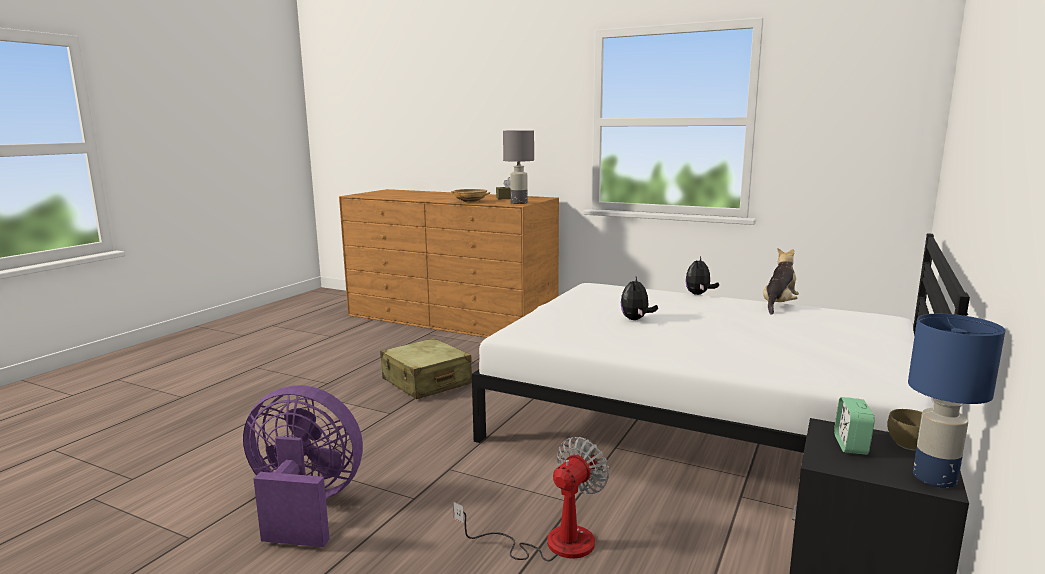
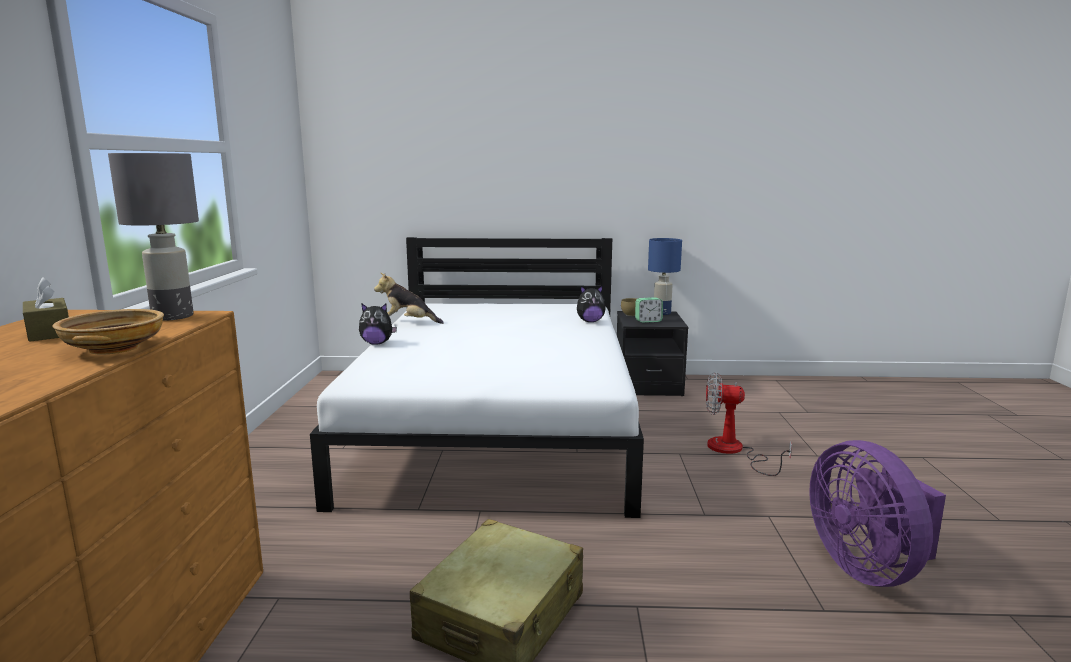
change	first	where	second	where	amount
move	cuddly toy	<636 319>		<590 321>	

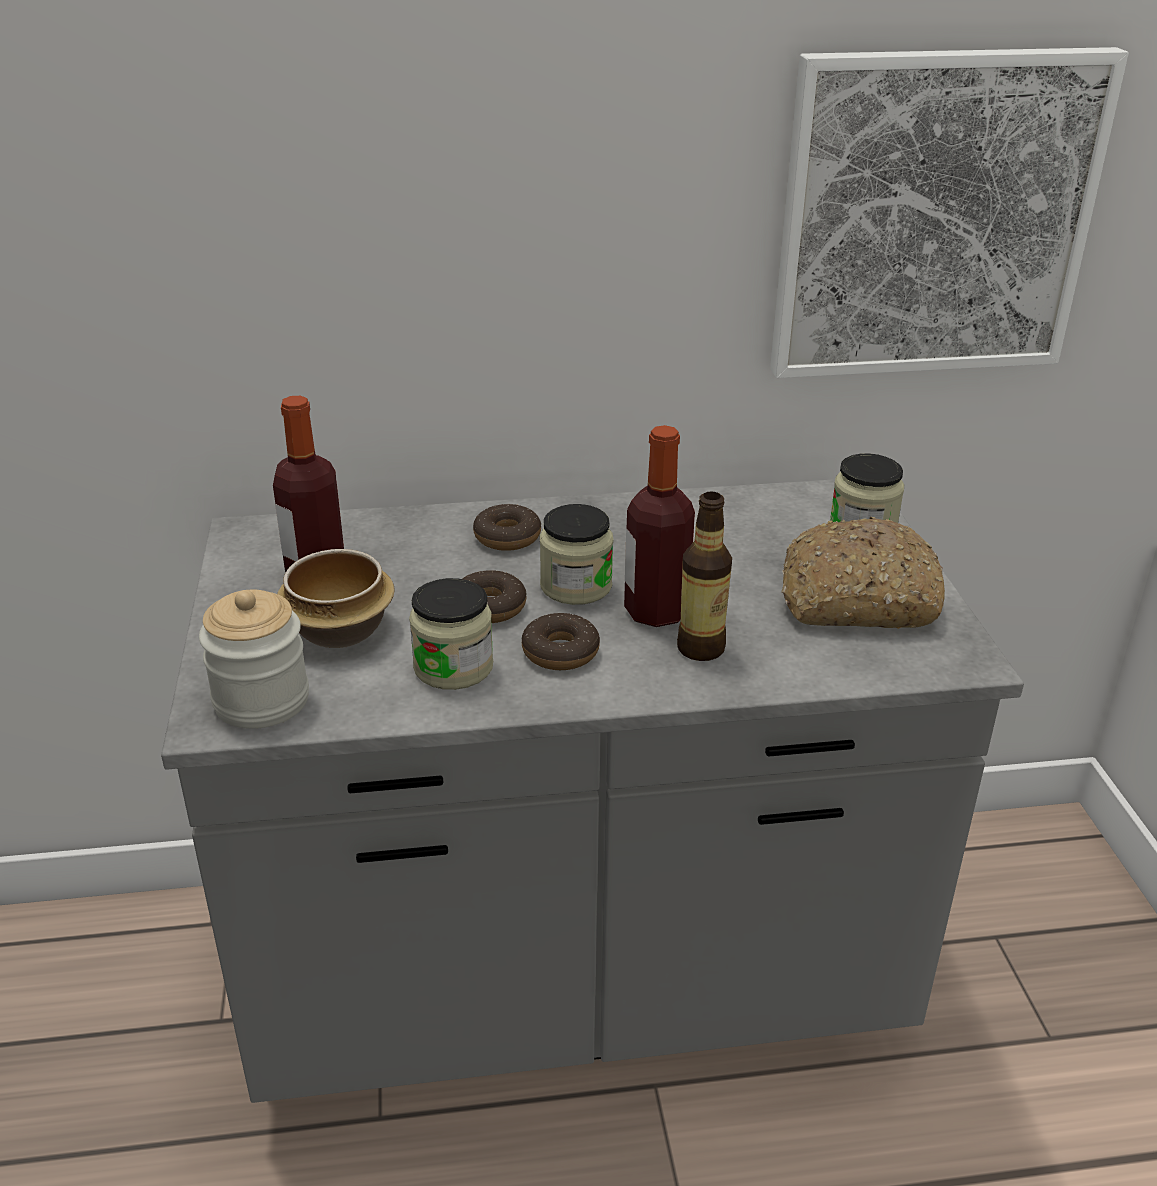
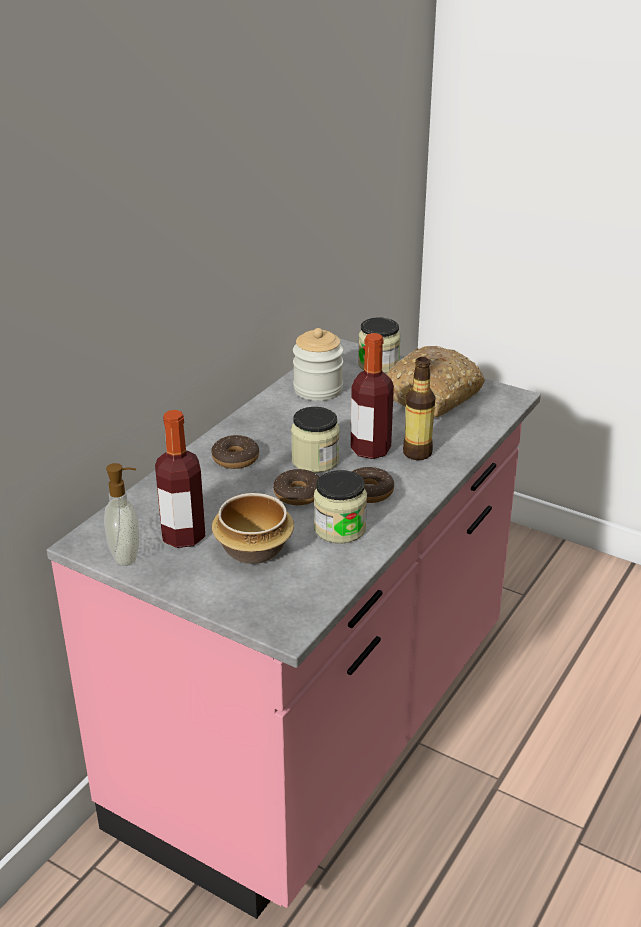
change	first	where	second	where	amount
delete	wall picture	<934 216>			
insert			liquid soap bottle	<127 555>	
move	preserve jar	<261 701>		<318 389>	
recolor	counter (grey)	<575 980>	counter (pink)	<320 731>	

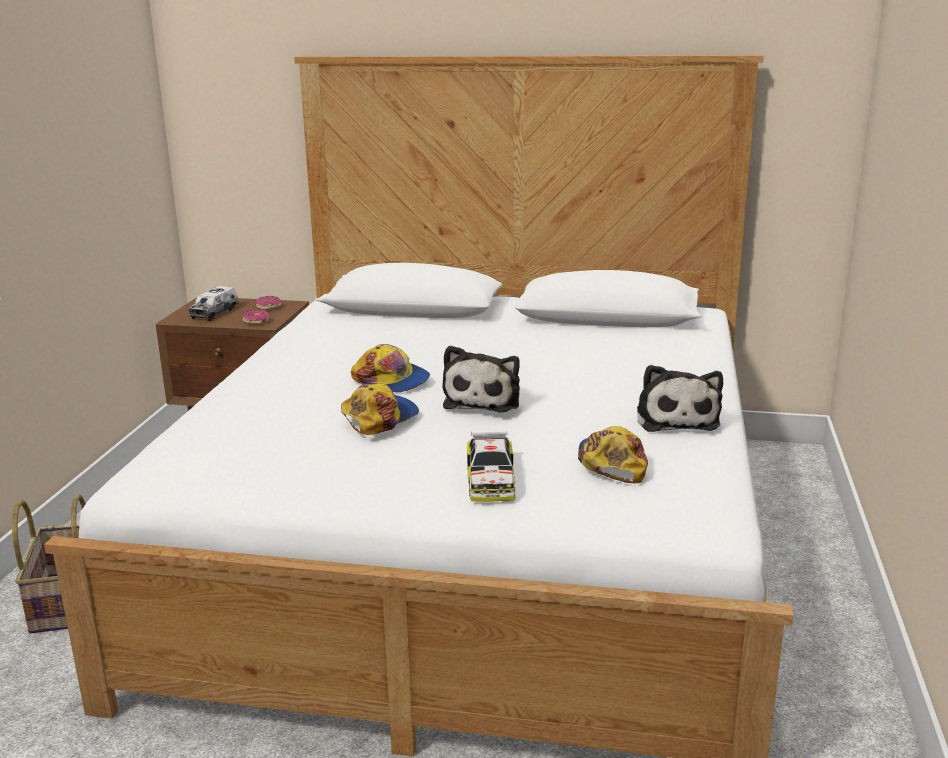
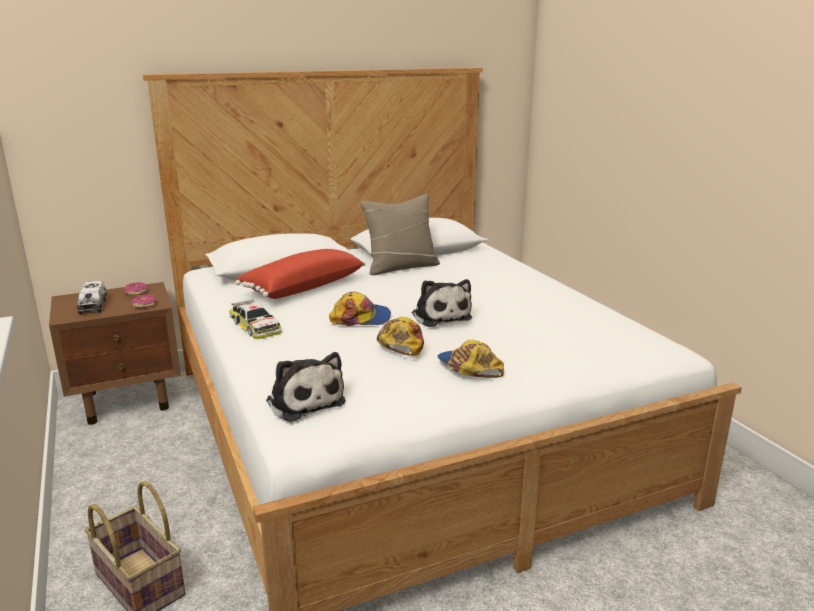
change	first	where	second	where	amount
insert			cushion (reddish)	<302 287>	
insert			cushion (sand-coloured)	<401 267>	
move	toy car	<491 478>		<256 326>	
move	peaked cap	<611 463>		<469 368>	
move	cuddly toy	<676 418>		<304 401>	

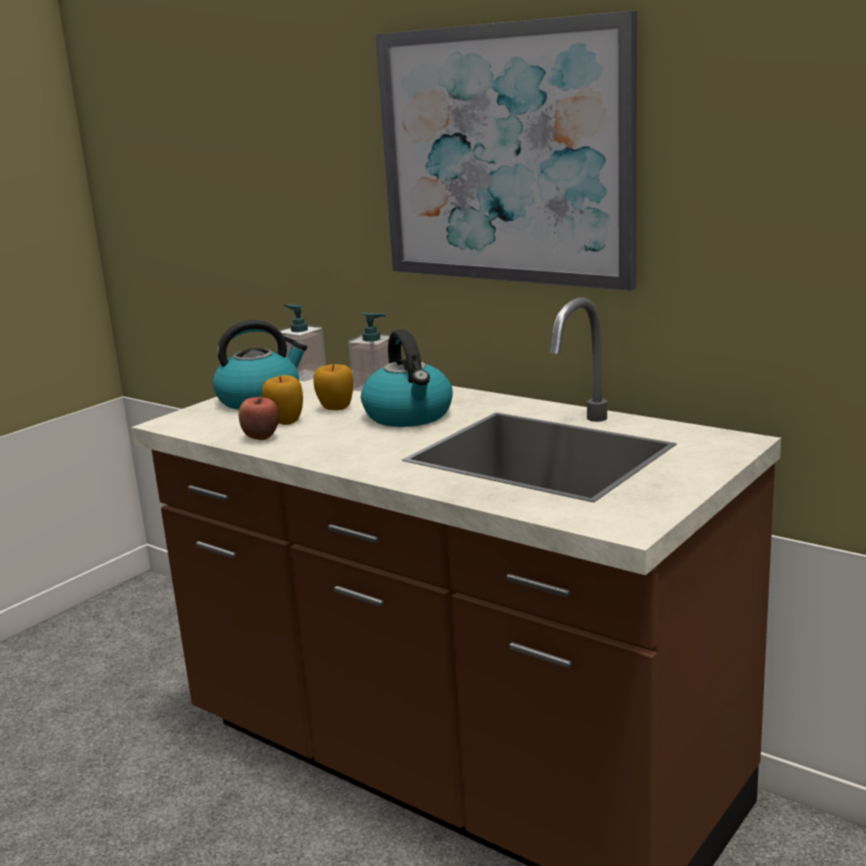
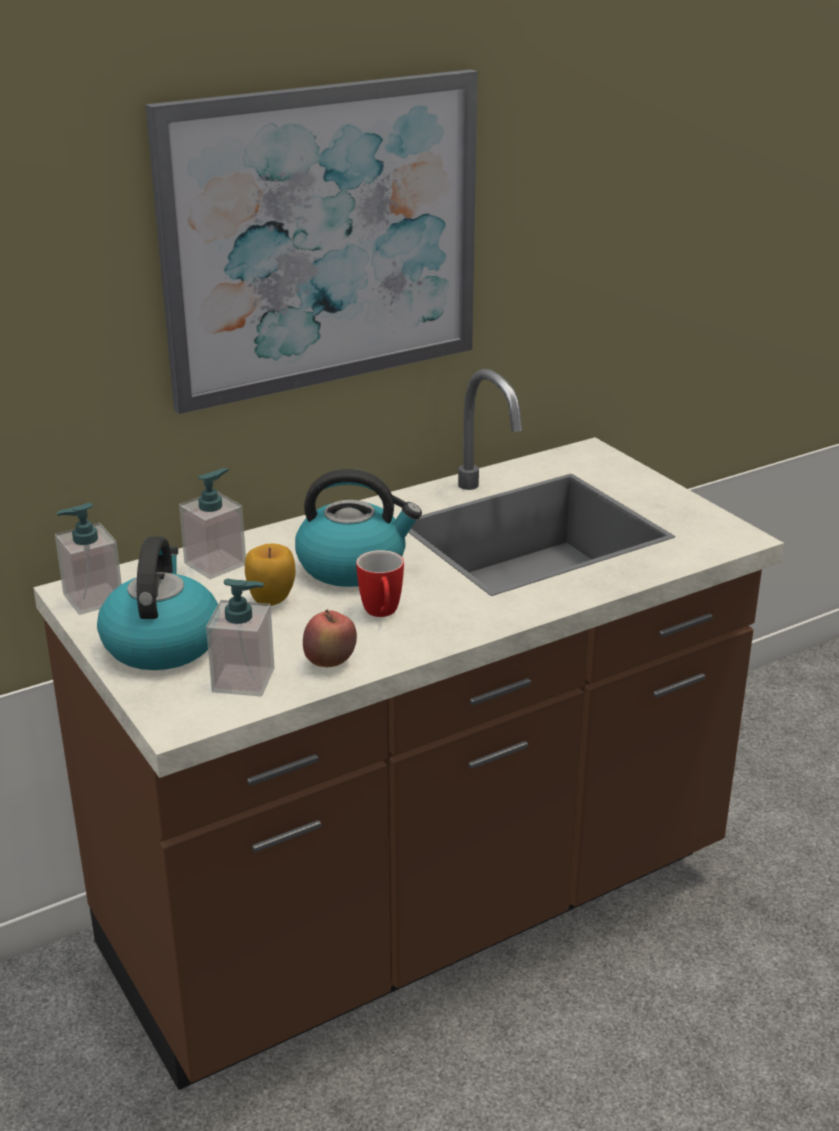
change	first	where	second	where	amount
delete	apple fruit	<285 421>			
insert			liquid soap bottle	<244 680>	
insert			mug	<382 614>	

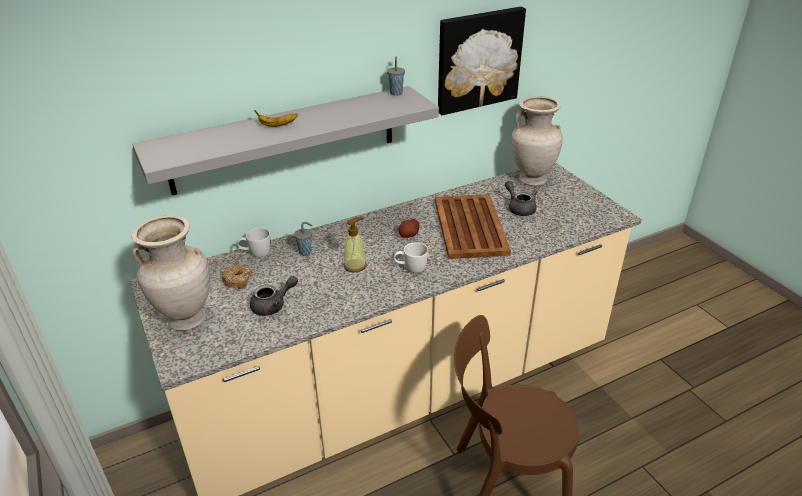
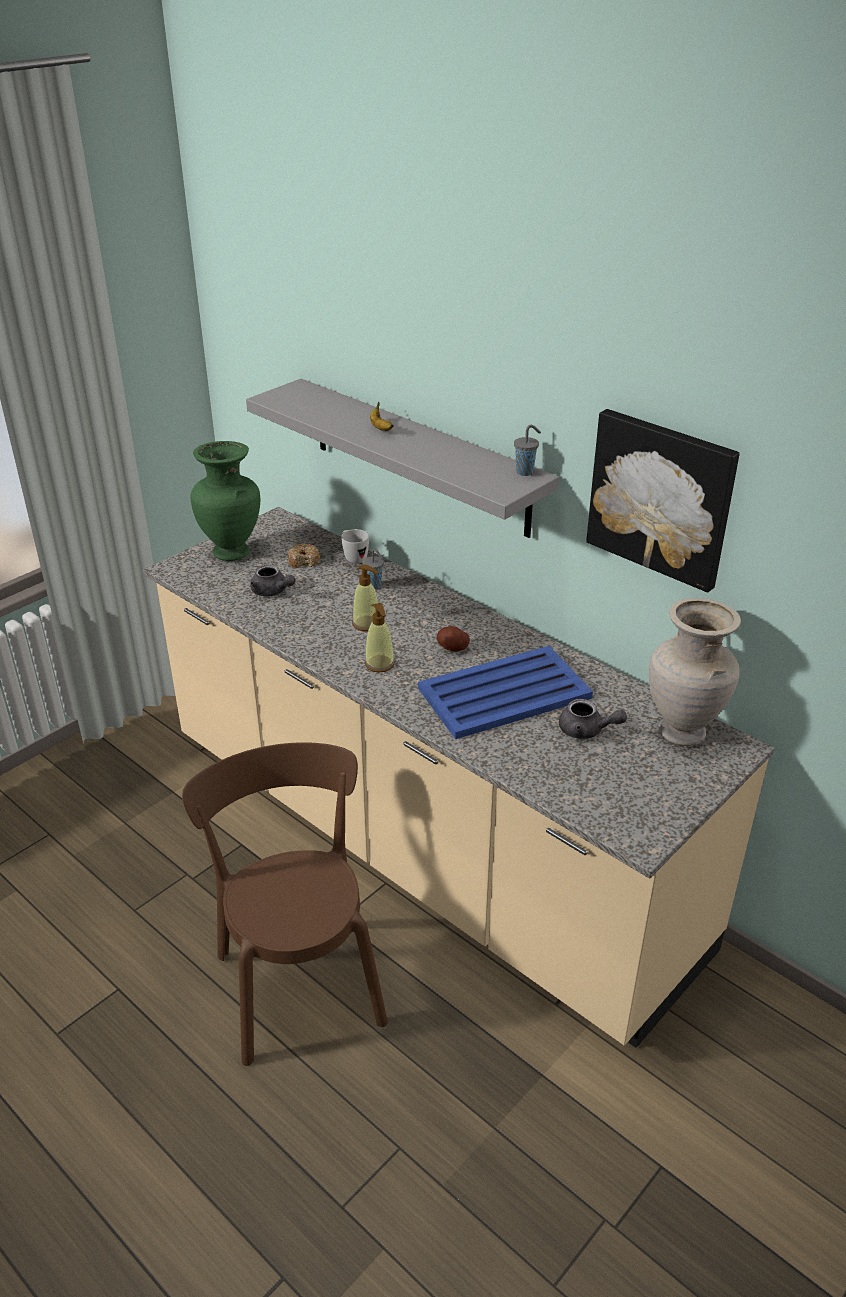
change	first	where	second	where	amount
replace	mug (white-coloured)	<411 269>	liquid soap bottle	<379 664>	
recolor	decorative vase (sand-coloured)	<186 319>	decorative vase (green)	<232 552>	
recolor	serving tray (brown)	<470 227>	serving tray (bluish)	<502 693>	
rotate	teapot (grey)	<519 208>		<586 731>	75 degrees clockwise

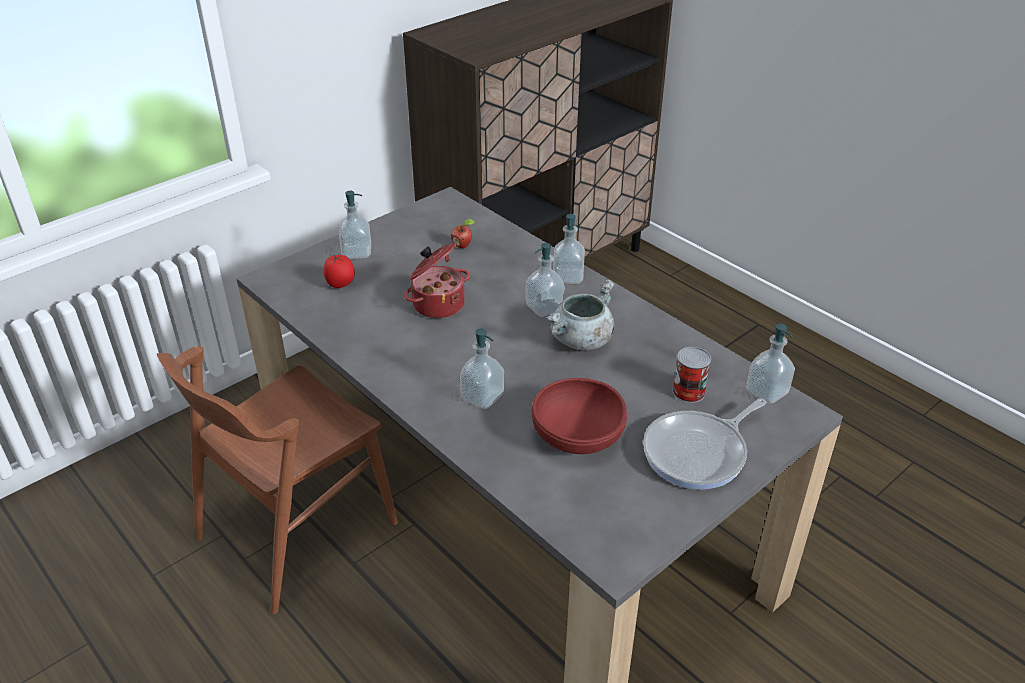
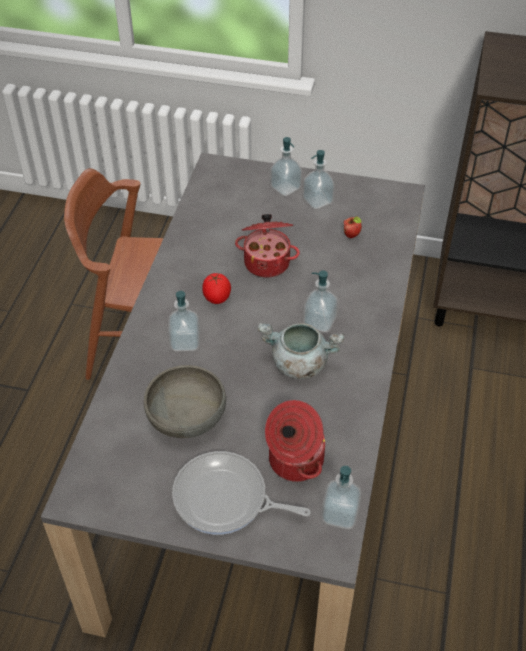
change	first	where	second	where	amount
move	whole tomato	<340 284>		<217 299>	
move	liquid soap bottle	<568 277>		<317 201>	
replace	sealed can	<688 392>	stockpot	<294 460>	
recolor	bowl (reddish)	<578 436>	bowl (grey)	<186 416>	

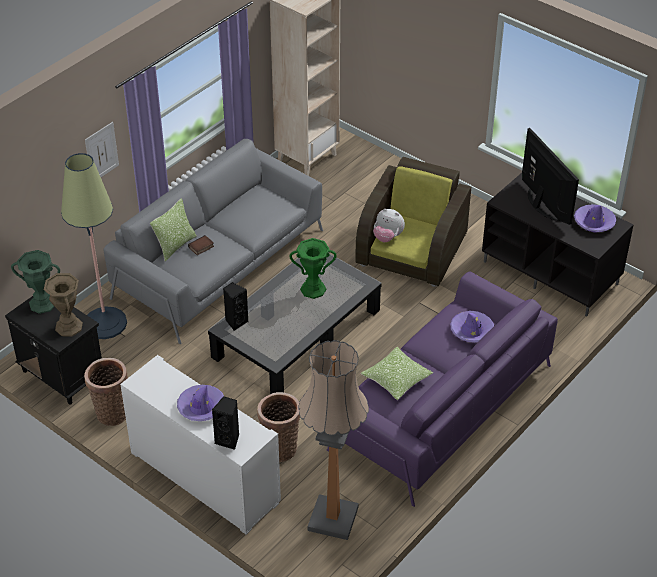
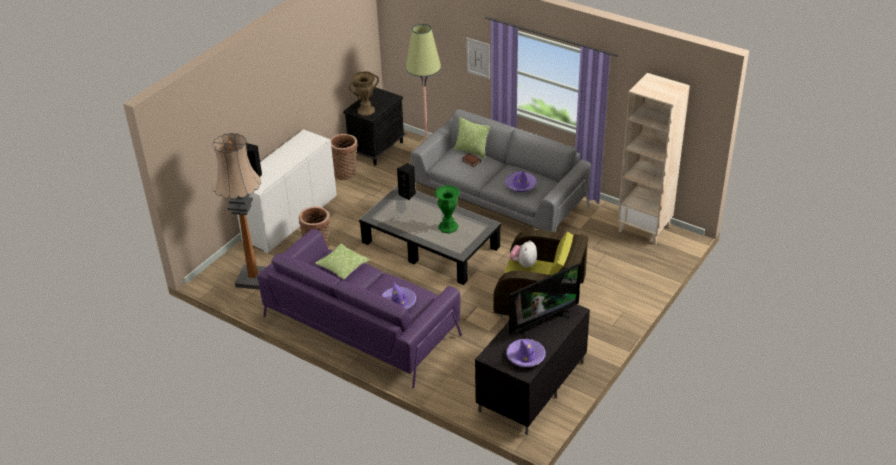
change	first	where	second	where	amount
delete	decorative vase (green)	<42 303>			
move	clothing hat (purplish)	<201 407>		<520 185>	

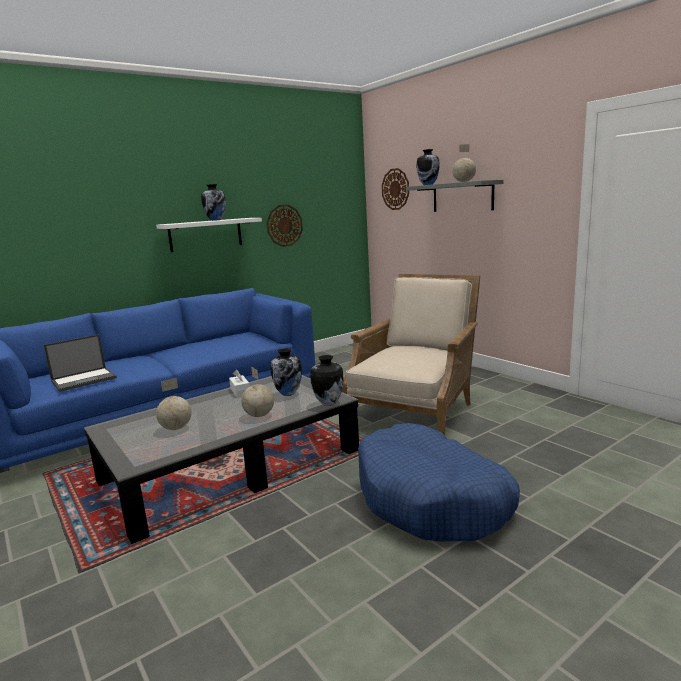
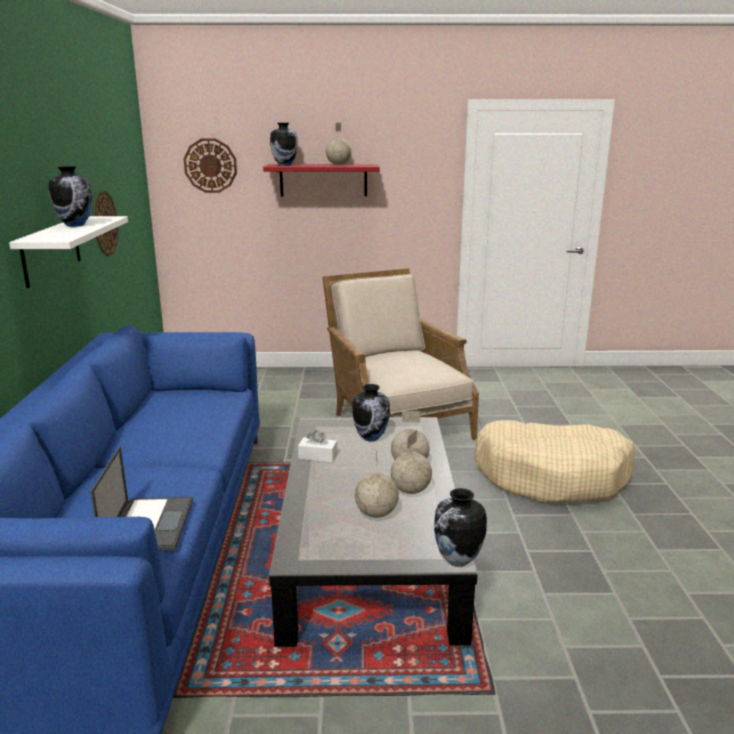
change	first	where	second	where	amount
insert			world globe	<411 491>	
move	decorative vase	<328 403>		<457 560>	
recolor	pet bed (bluish)	<431 499>	pet bed (sand-coloured)	<552 476>	
recolor	shelf (grey)	<462 197>	shelf (reddish)	<323 180>	

